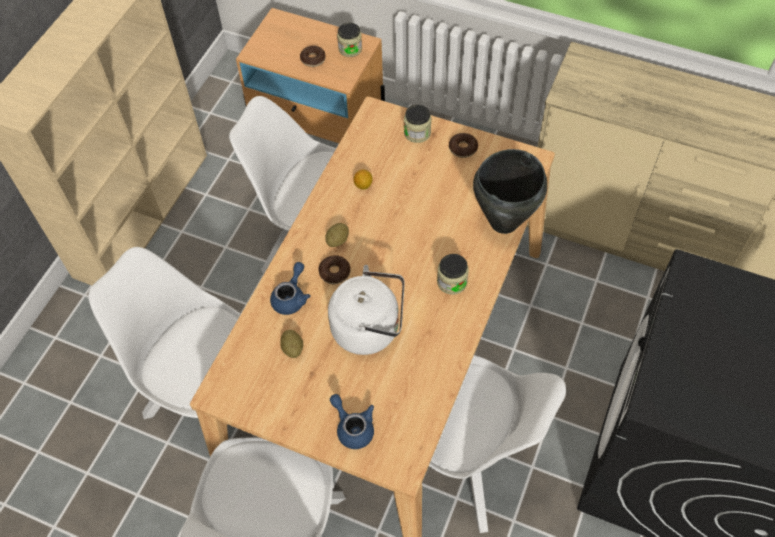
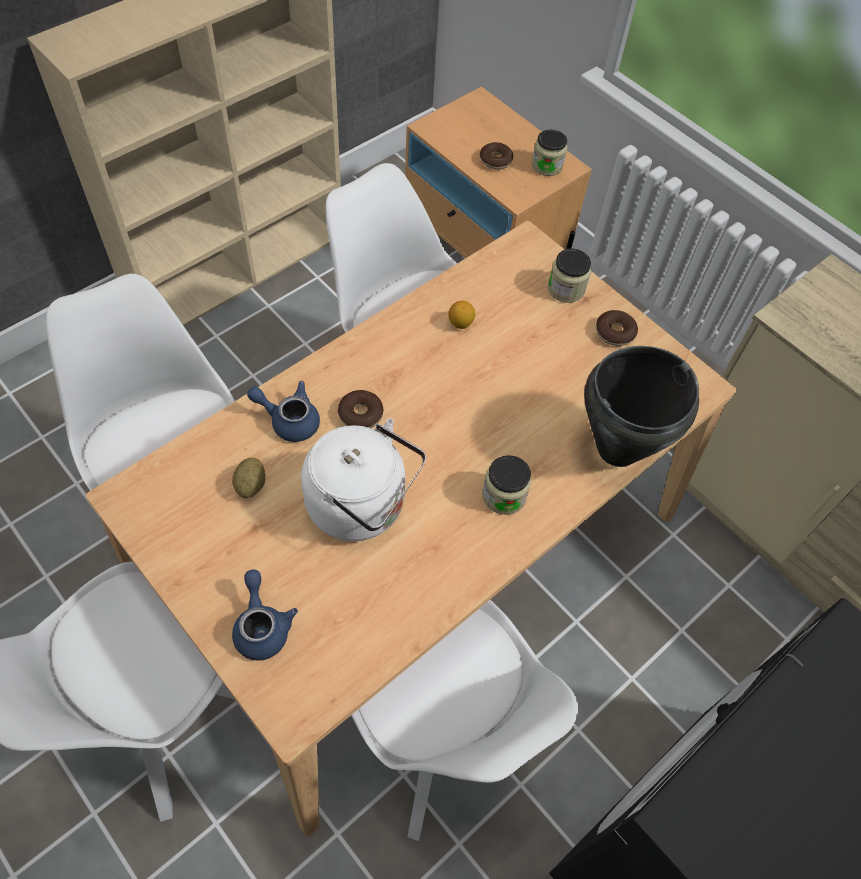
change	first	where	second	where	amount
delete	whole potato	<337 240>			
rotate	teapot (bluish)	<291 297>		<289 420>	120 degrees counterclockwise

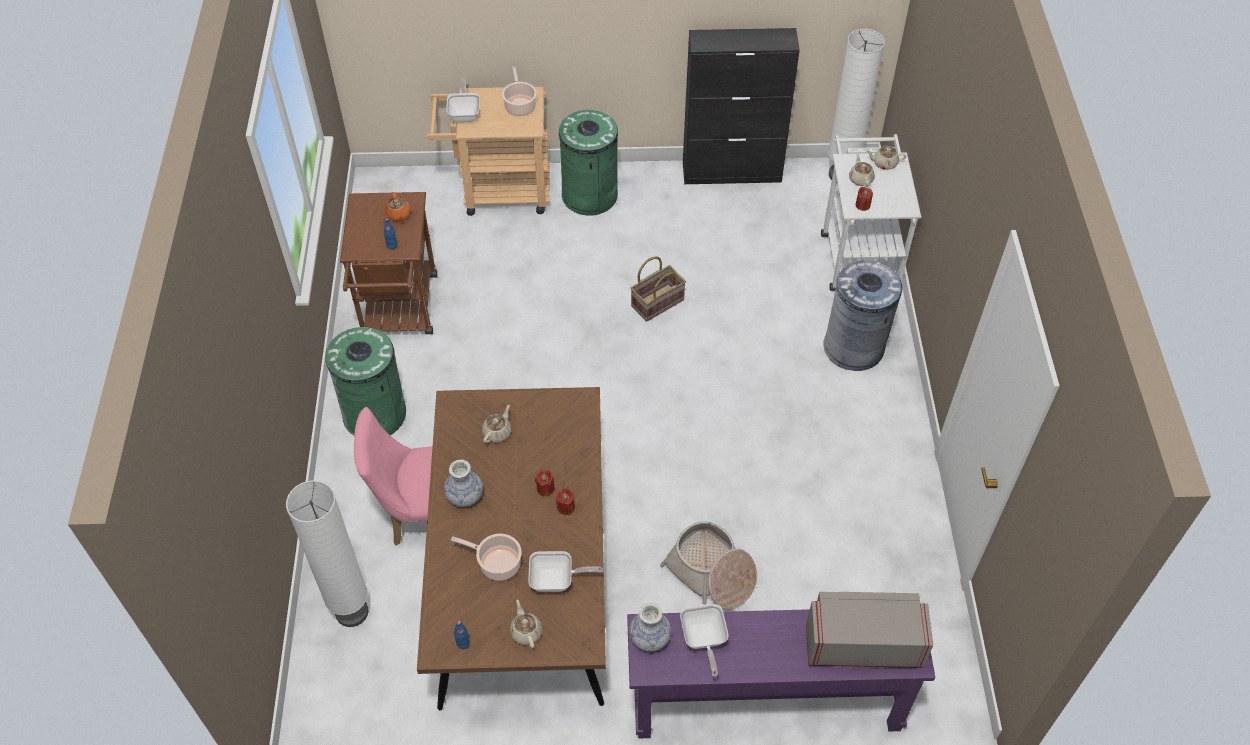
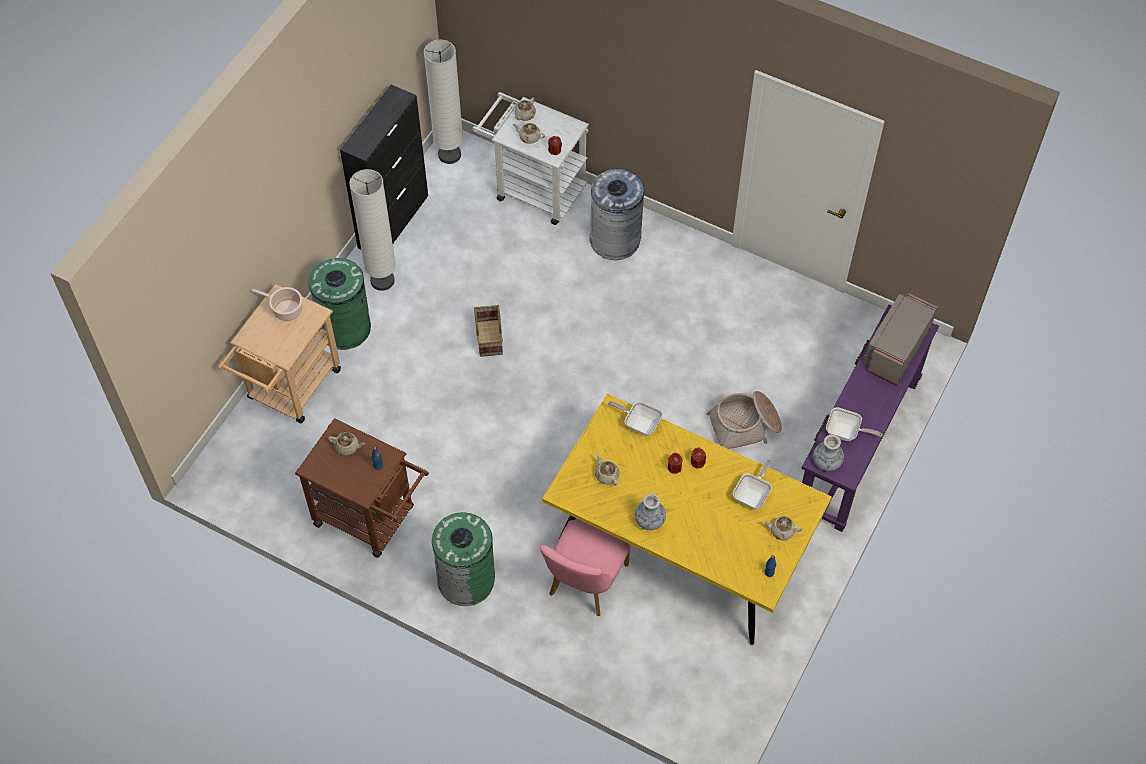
change	first	where	second	where	amount
delete	stockpot	<497 563>			
move	standing lamp (white-coloured)	<352 612>		<382 281>	
move	frying pan	<465 113>		<639 423>	
recolor	teapot (orange-coloured)	<399 215>	teapot (sand-coloured)	<347 447>	
recolor	dining table (brown)	<524 582>	dining table (yellowish)	<682 544>	

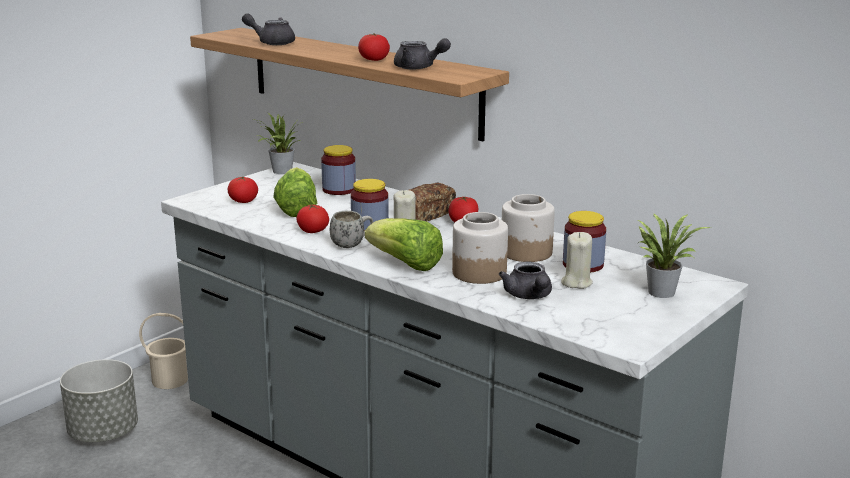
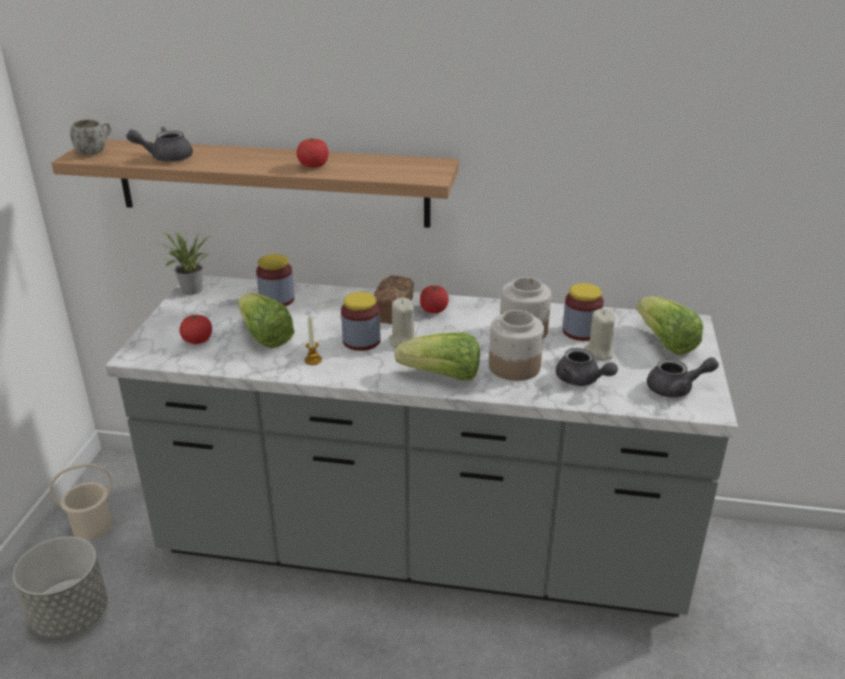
change	first	where	second	where	amount
move	mug (white-coloured)	<352 245>		<96 151>	
move	teapot (grey)	<418 68>		<676 389>	
replace	whole tomato	<313 231>	candle	<313 360>	
replace	houseplant	<661 291>	lettuce head	<665 342>	

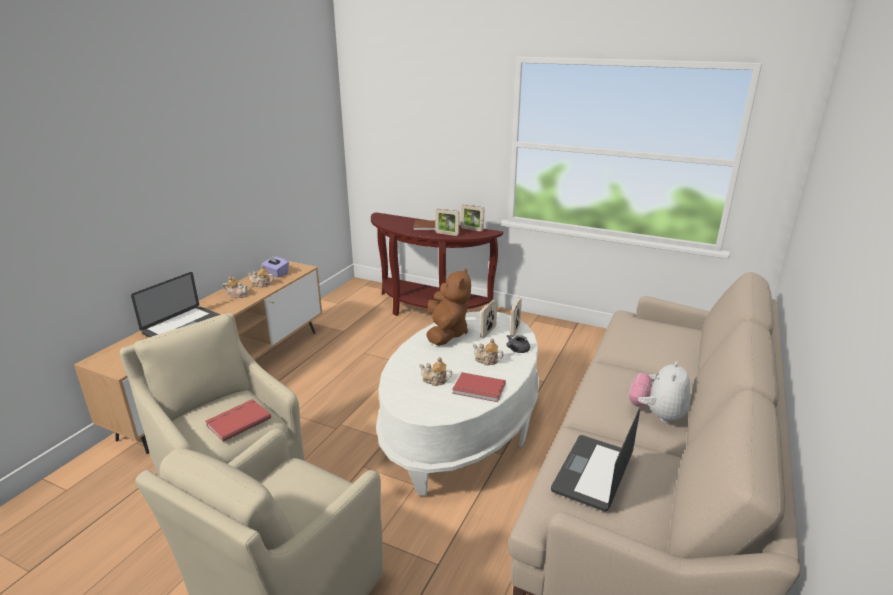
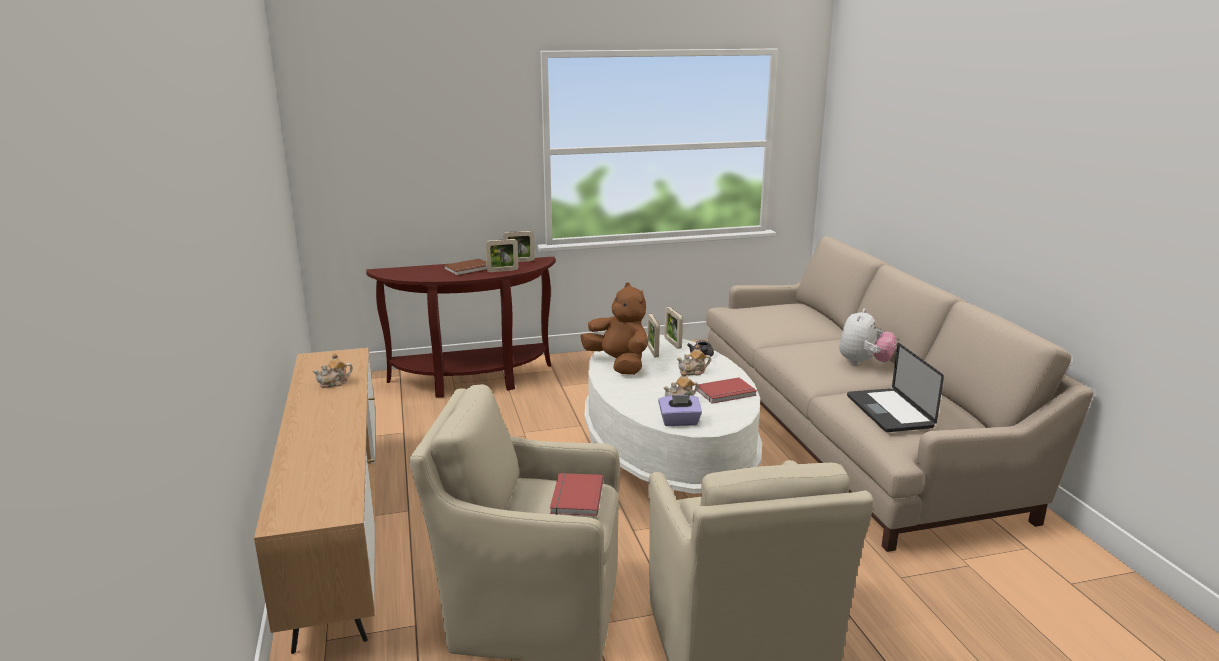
change	first	where	second	where	amount
delete	portable computer	<183 326>			
delete	teapot	<237 295>			
move	tissue box (purplish)	<276 273>		<679 422>	
rotate	cuddly toy	<657 414>		<863 363>	135 degrees counterclockwise

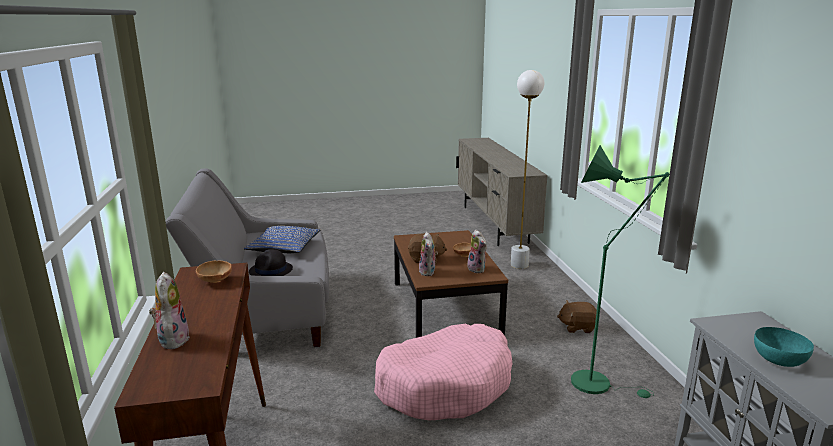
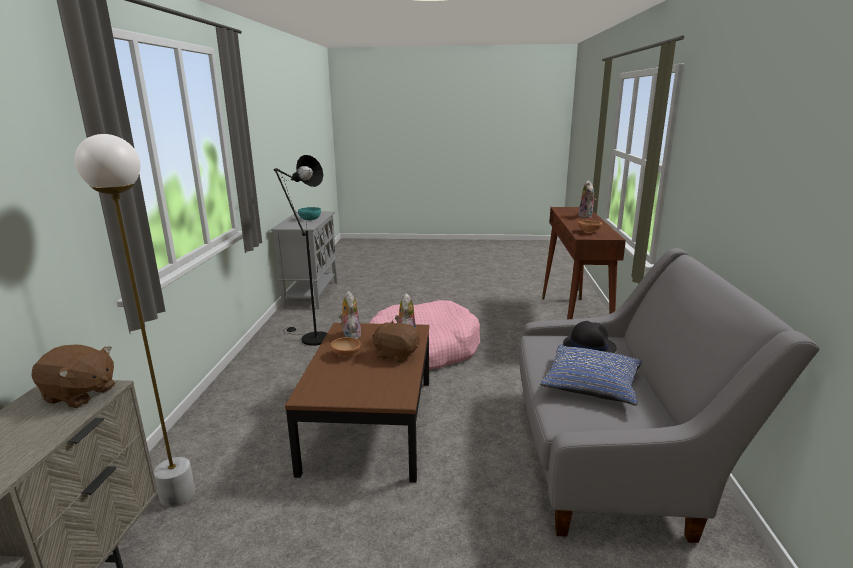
change	first	where	second	where	amount
move	cuddly toy (brown)	<577 327>		<80 395>	
recolor	standing lamp (green)	<598 383>	standing lamp (black)	<311 338>	

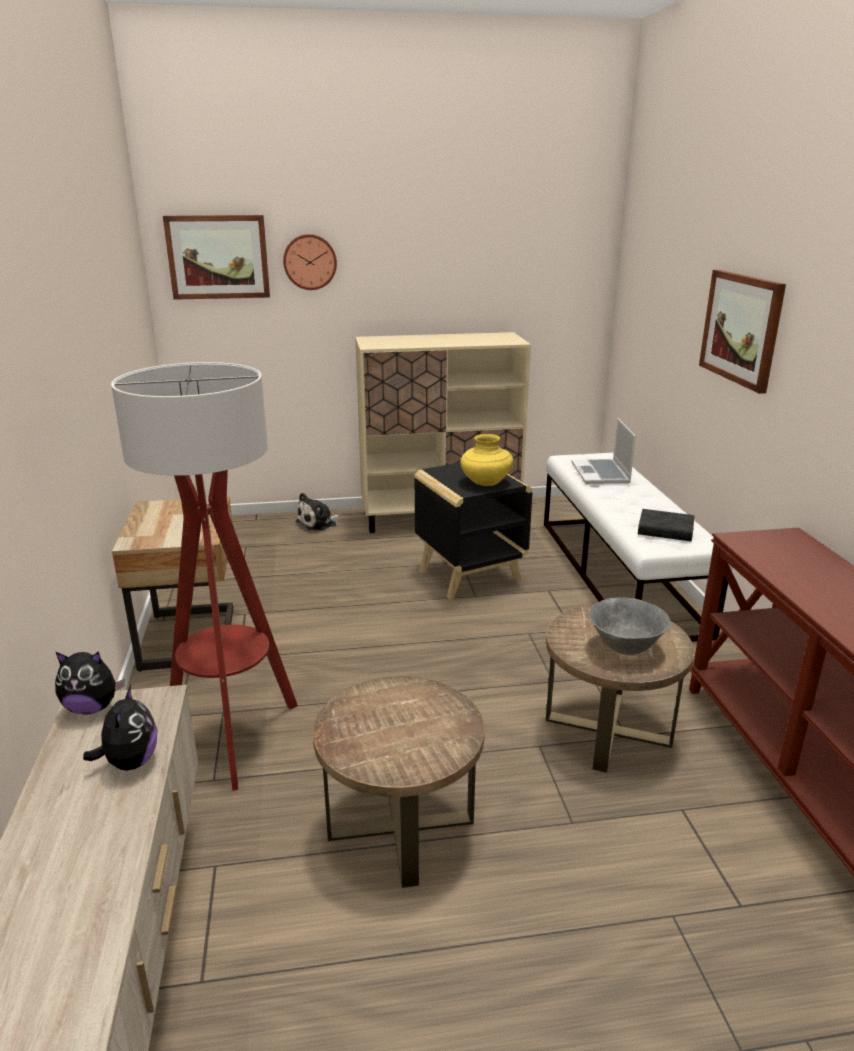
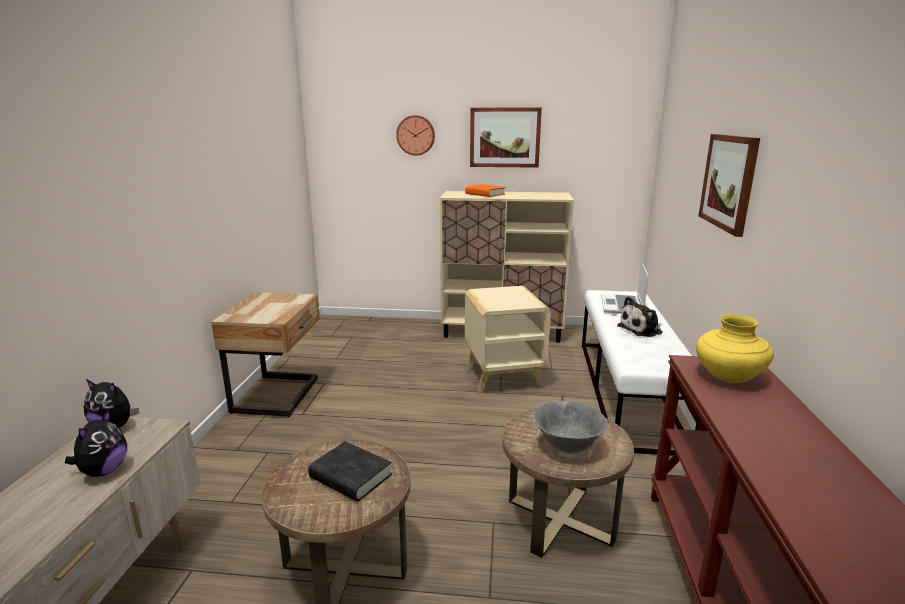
change	first	where	second	where	amount
delete	standing lamp	<234 737>			
insert			bound book (orange-coloured)	<485 194>	
move	wall picture	<218 257>		<504 137>	
move	cuddly toy	<318 523>		<642 329>	
move	decorative vase (yellowish)	<485 482>		<728 377>	
move	bound book (black)	<665 530>		<350 476>	
recolor	side table (black)	<471 575>	side table (sand-coloured)	<504 377>	

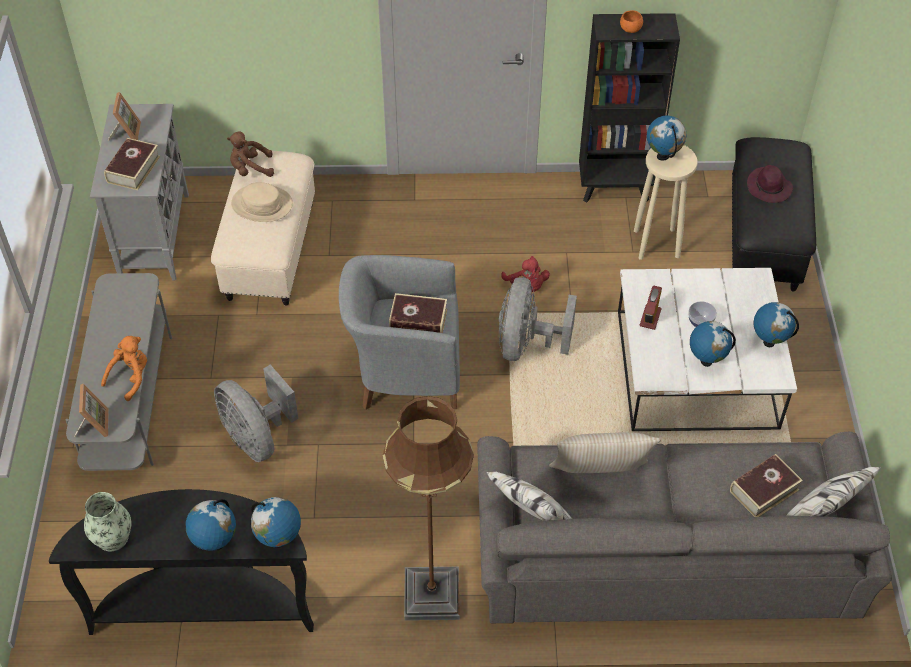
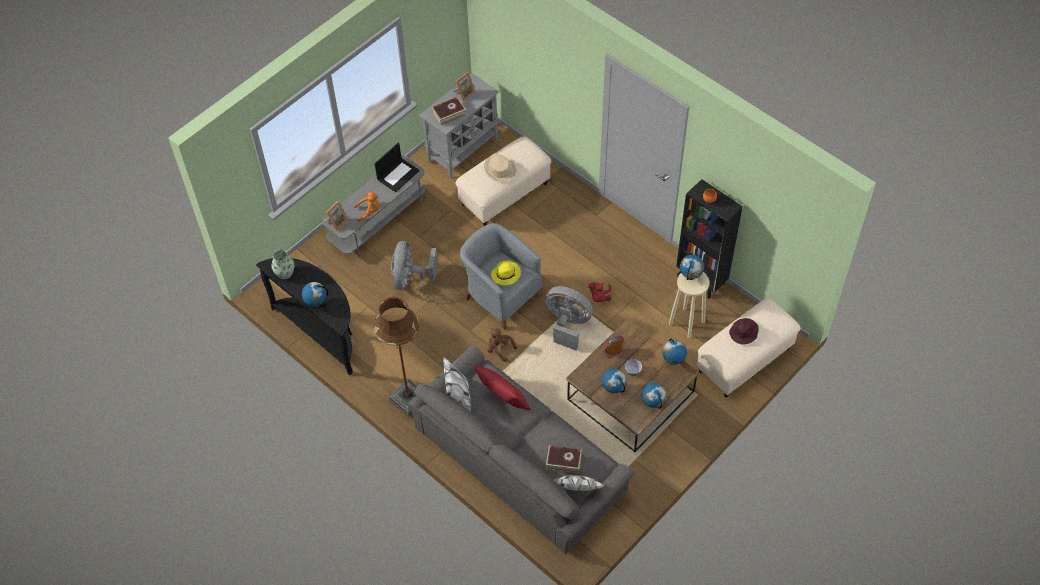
change	first	where	second	where	amount
insert			portable computer	<398 174>	
move	cuddly toy (brown)	<250 169>		<499 349>	
move	world globe	<279 541>		<673 361>	
replace	bound book	<418 320>	clothing hat (yellowish)	<506 274>	
recolor	cushion (sand-coloured)	<599 478>	cushion (reddish)	<503 401>	
recolor	lounge table (white-coloured)	<694 370>	lounge table (brown)	<629 396>	
recolor	pouffe (black)	<765 238>	pouffe (sand-coloured)	<744 361>	
rotate	cooling fan (grey)	<526 344>		<567 324>	60 degrees clockwise

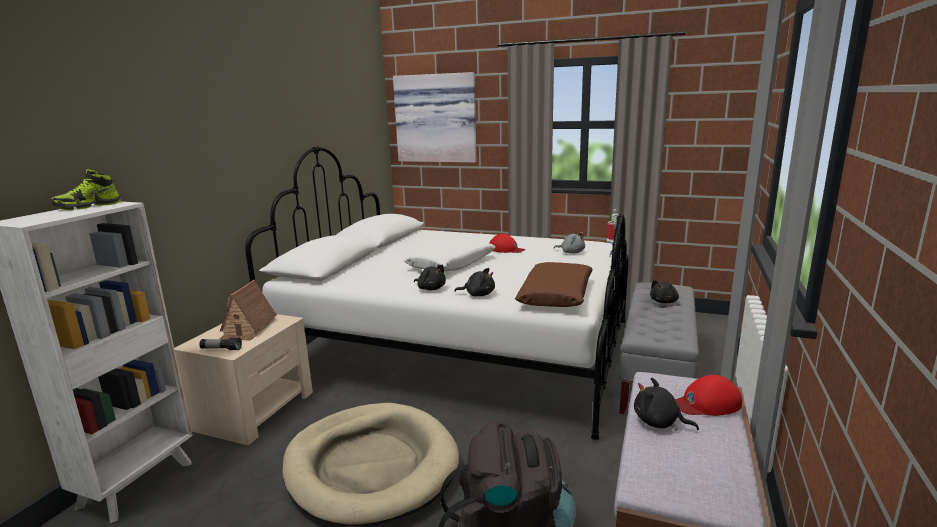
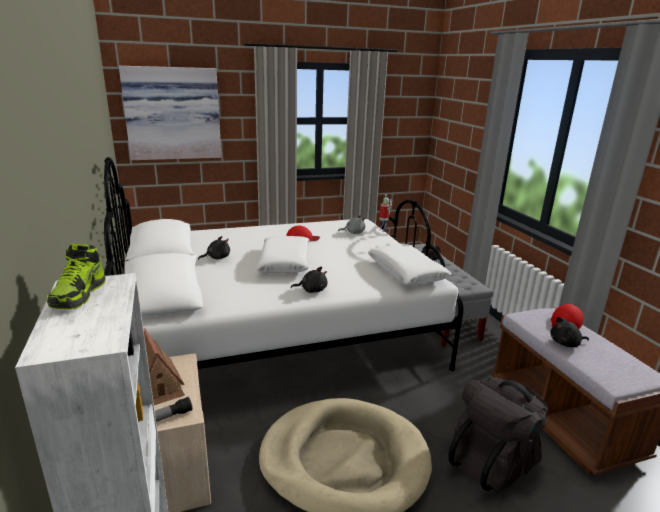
change	first	where	second	where	amount
move	cuddly toy (black)	<478 294>		<217 258>	
recolor	cushion (brown)	<556 295>	cushion (white-coloured)	<406 272>	

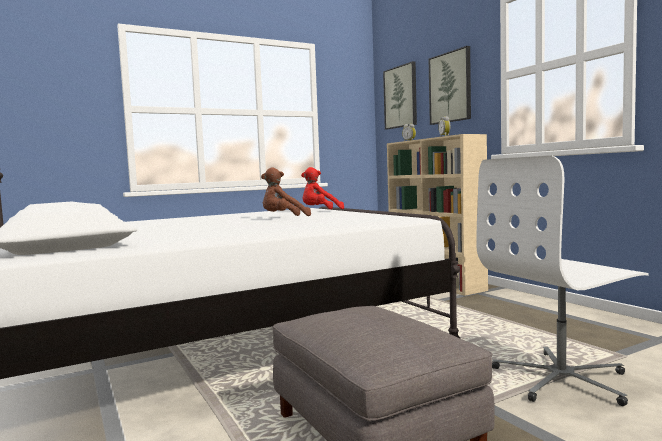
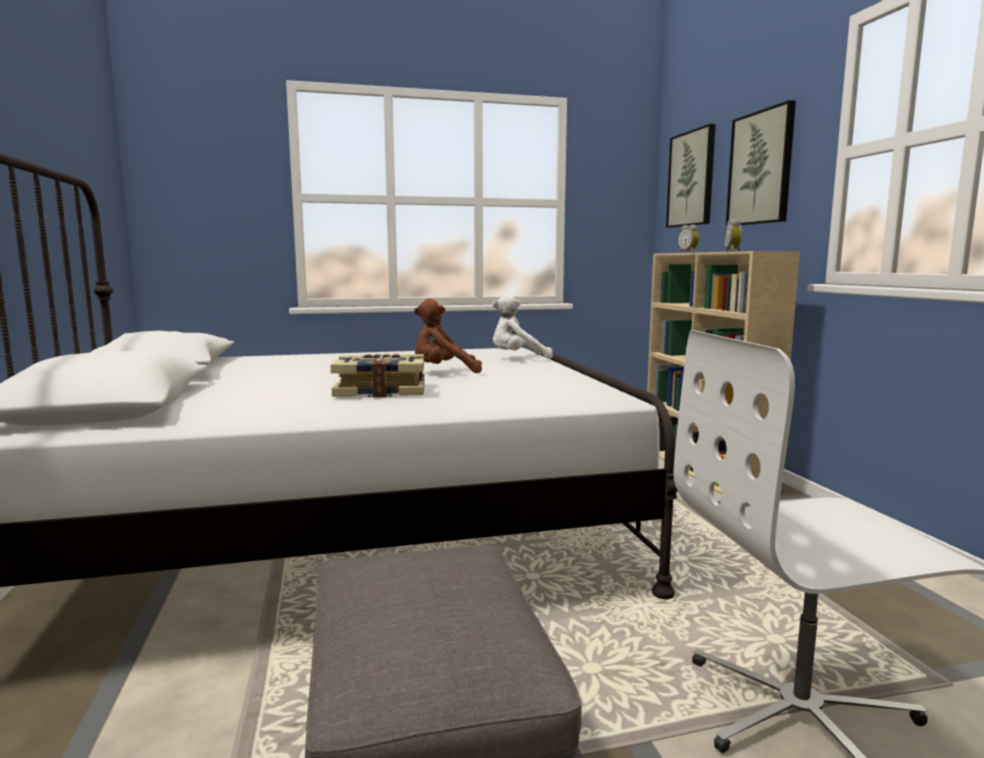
change	first	where	second	where	amount
insert			bound book	<381 391>	
recolor	cuddly toy (reddish)	<320 211>	cuddly toy (white-coloured)	<517 358>	

